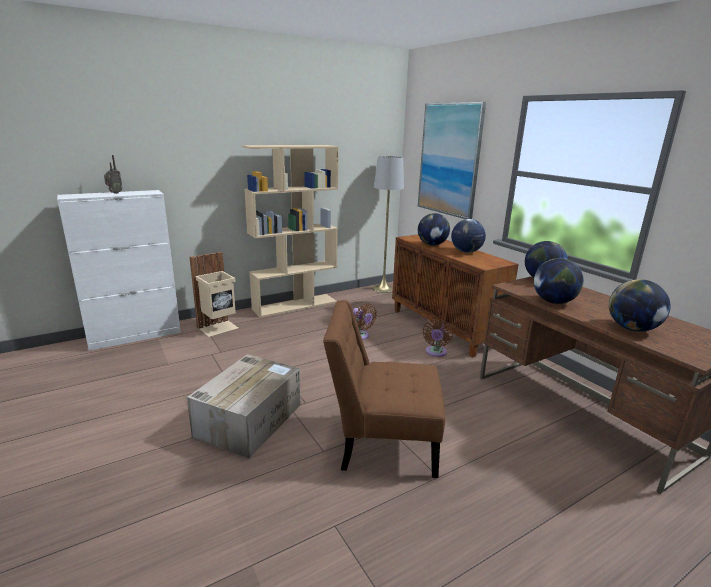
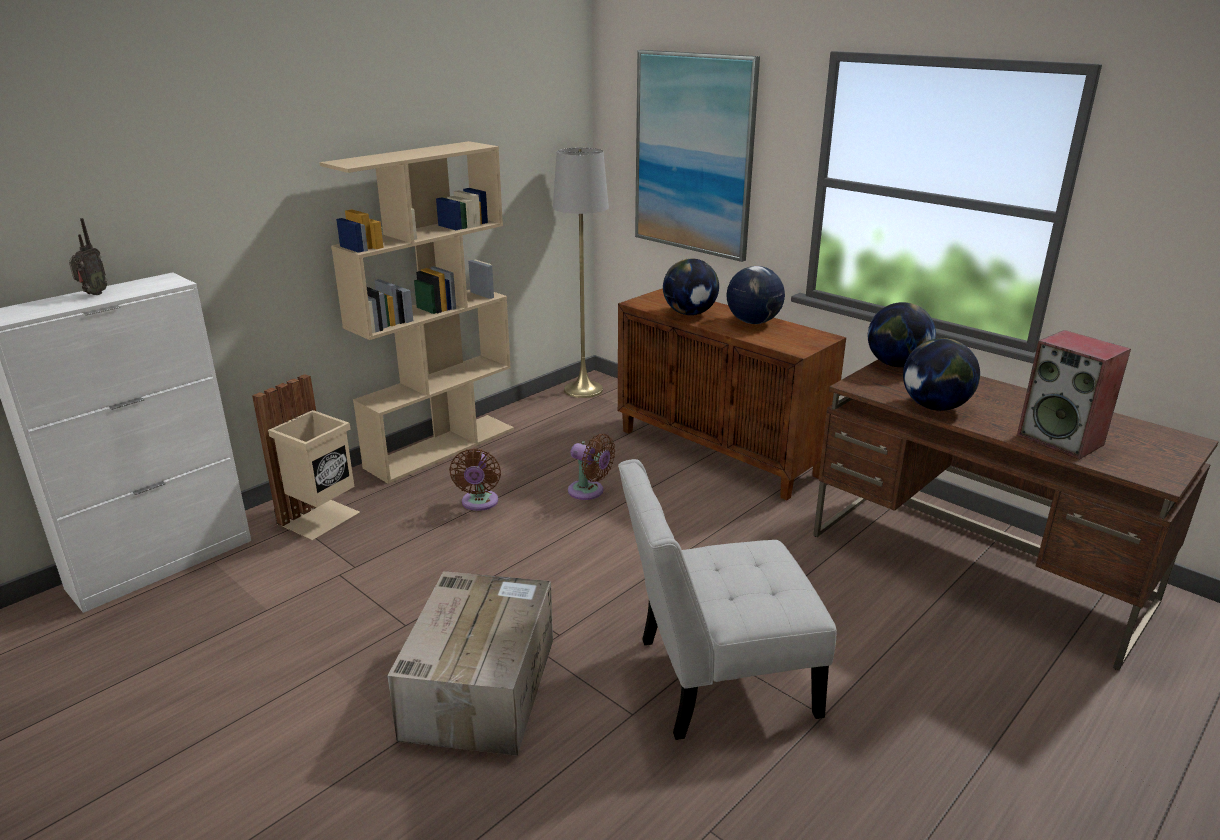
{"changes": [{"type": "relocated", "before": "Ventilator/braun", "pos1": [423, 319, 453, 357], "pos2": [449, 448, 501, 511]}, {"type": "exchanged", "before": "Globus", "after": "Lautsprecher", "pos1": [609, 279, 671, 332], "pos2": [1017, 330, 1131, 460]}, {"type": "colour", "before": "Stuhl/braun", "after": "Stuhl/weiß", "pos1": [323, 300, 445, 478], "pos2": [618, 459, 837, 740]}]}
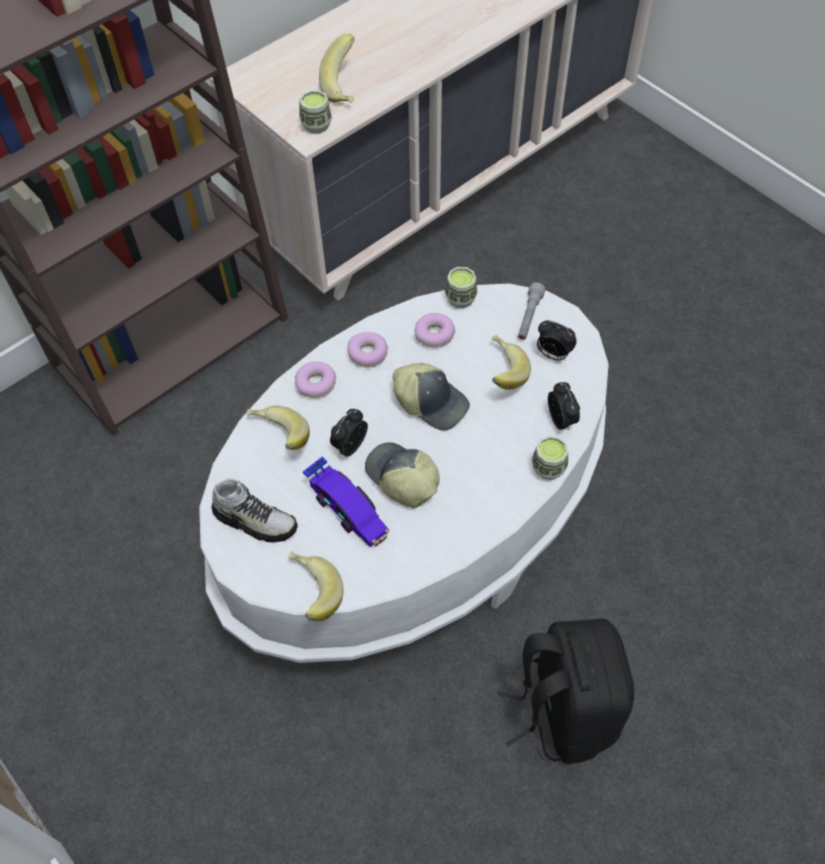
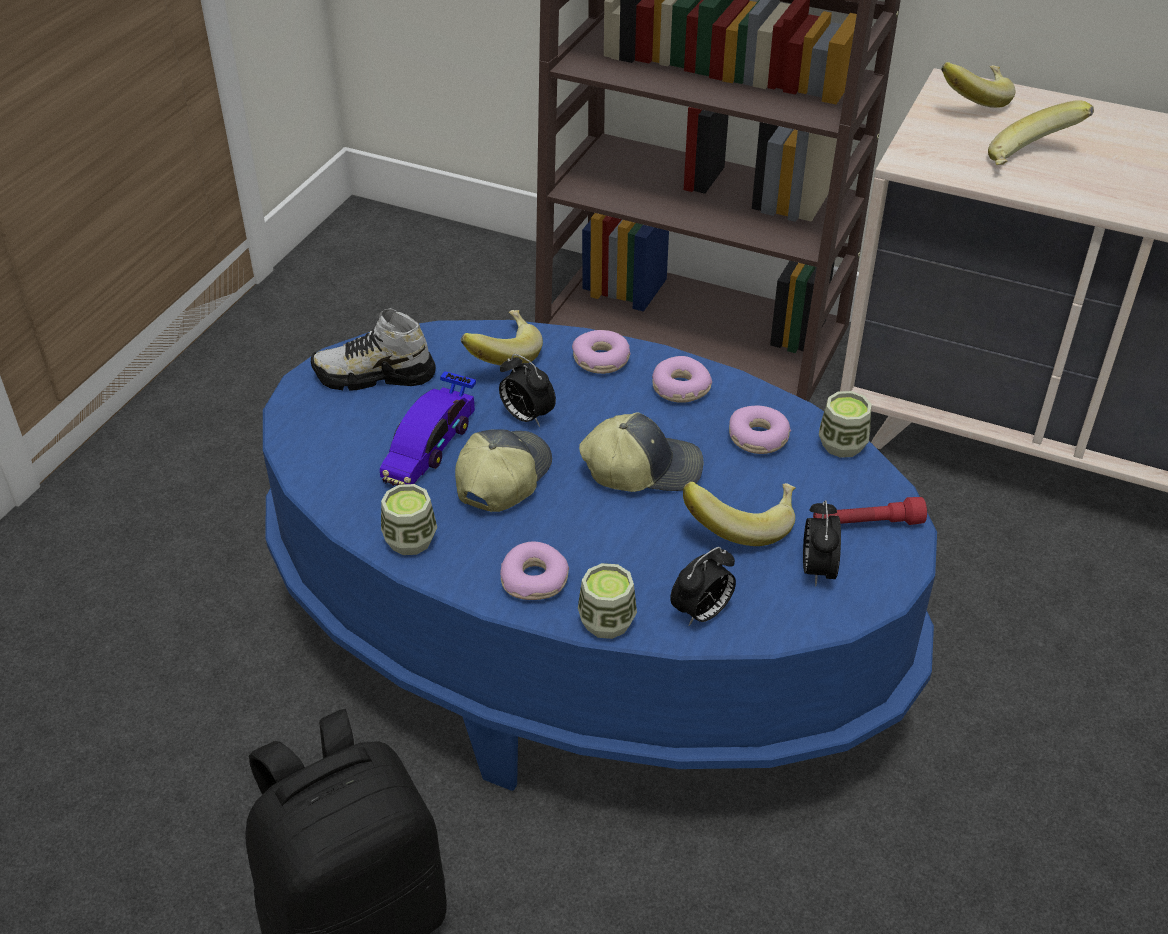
{"changes": [{"type": "appeared", "after": "Donut", "pos2": [500, 542, 569, 600]}, {"type": "relocated", "before": "Banane", "pos1": [288, 551, 344, 622], "pos2": [941, 62, 1015, 108]}, {"type": "relocated", "before": "Tasse", "pos1": [299, 90, 332, 134], "pos2": [381, 484, 437, 555]}, {"type": "colour", "before": "Couchtisch/weiß", "after": "Couchtisch/blau", "pos1": [199, 283, 609, 663], "pos2": [263, 320, 937, 791]}, {"type": "colour", "before": "Taschenlampe/grau", "after": "Taschenlampe/rot", "pos1": [518, 282, 545, 340], "pos2": [813, 497, 927, 525]}, {"type": "spun", "before": "Schuh", "pos1": [211, 478, 298, 542], "pos2": [311, 308, 436, 391], "turn": 90}, {"type": "spun", "before": "Wecker", "pos1": [330, 409, 368, 457], "pos2": [499, 354, 556, 427], "turn": -150}, {"type": "spun", "before": "Kappe", "pos1": [392, 363, 470, 430], "pos2": [579, 412, 703, 492], "turn": -105}]}
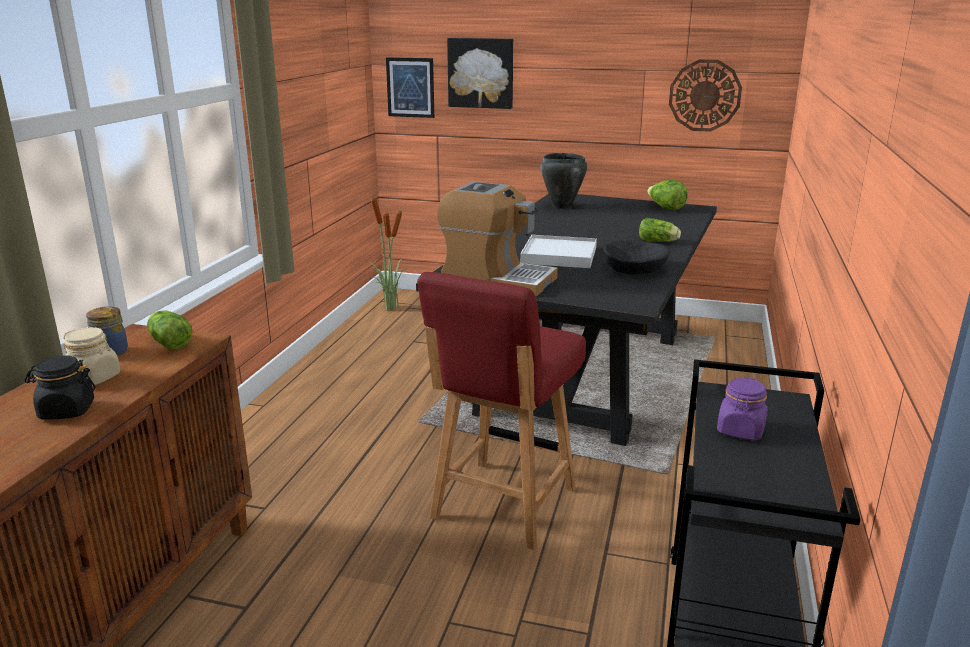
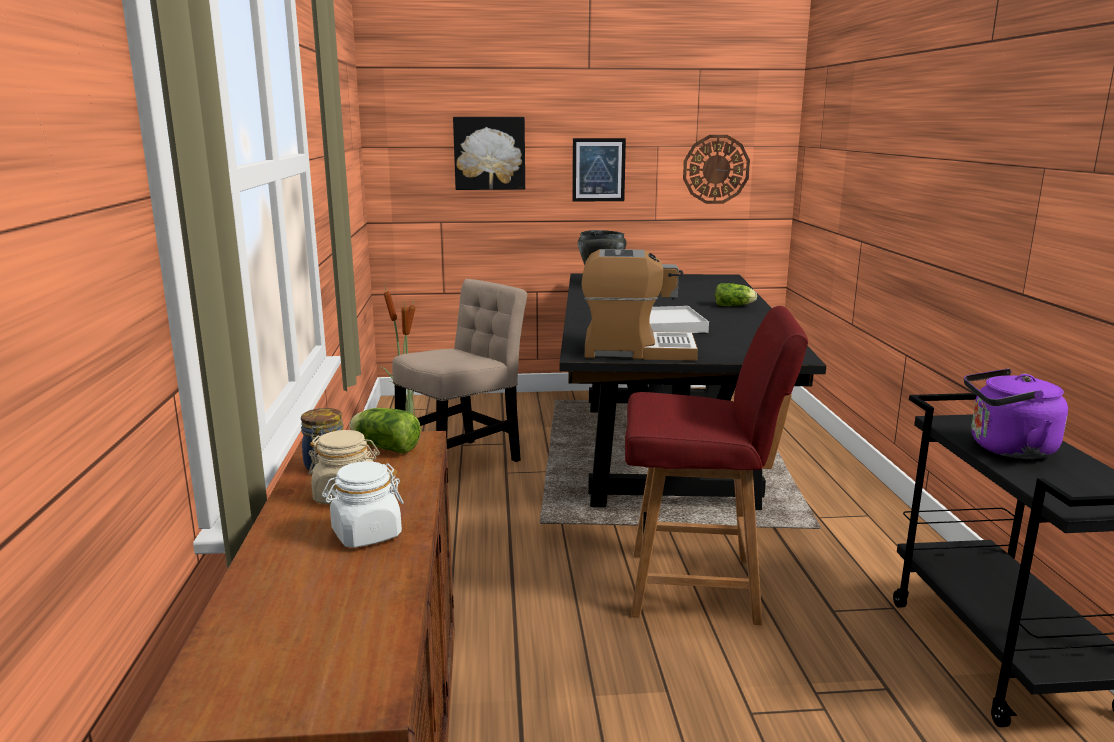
{"changes": [{"type": "missing", "before": "Schüssel/schwarz", "pos1": [603, 240, 670, 274]}, {"type": "missing", "before": "Salatkopf", "pos1": [647, 180, 688, 210]}, {"type": "appeared", "after": "Stuhl/beige", "pos2": [392, 279, 527, 462]}, {"type": "relocated", "before": "Bild", "pos1": [386, 57, 434, 118], "pos2": [572, 138, 626, 202]}, {"type": "exchanged", "before": "Vorratsglas/lila", "after": "Wasserkessel/lila", "pos1": [717, 377, 768, 441], "pos2": [964, 369, 1068, 459]}, {"type": "colour", "before": "Vorratsglas/schwarz", "after": "Vorratsglas/weiß", "pos1": [25, 355, 95, 420], "pos2": [322, 461, 404, 548]}, {"type": "spun", "before": "Stuhl/rot", "pos1": [417, 272, 586, 550], "pos2": [625, 306, 808, 625], "turn": -90}]}
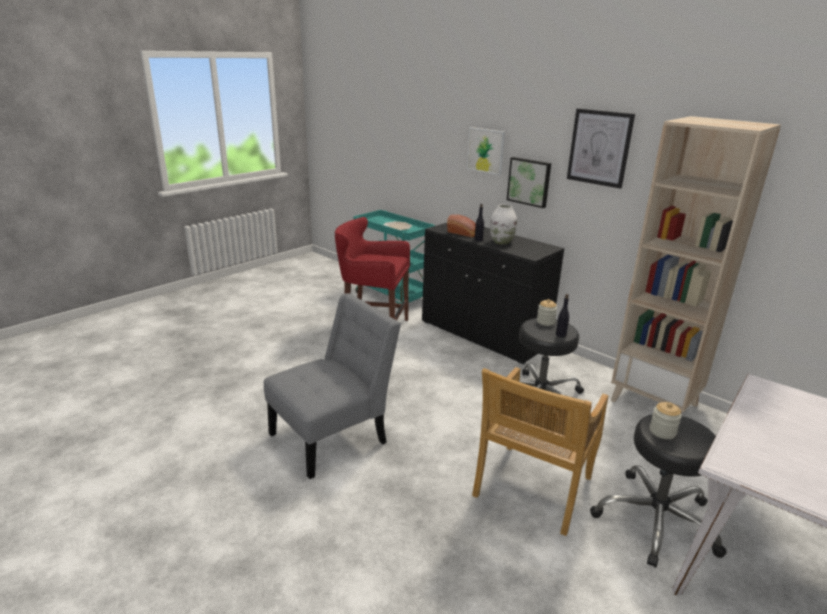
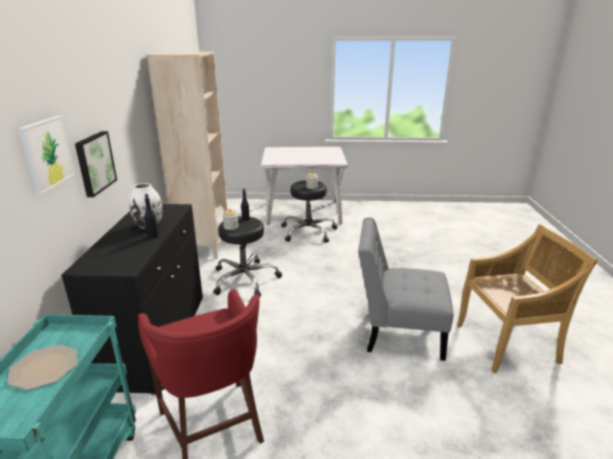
{"changes": [{"type": "missing", "before": "Brot", "pos1": [447, 214, 476, 238]}, {"type": "missing", "before": "Bild", "pos1": [567, 108, 635, 189]}, {"type": "relocated", "before": "Stuhl/beige", "pos1": [472, 367, 608, 536], "pos2": [457, 224, 598, 373]}]}
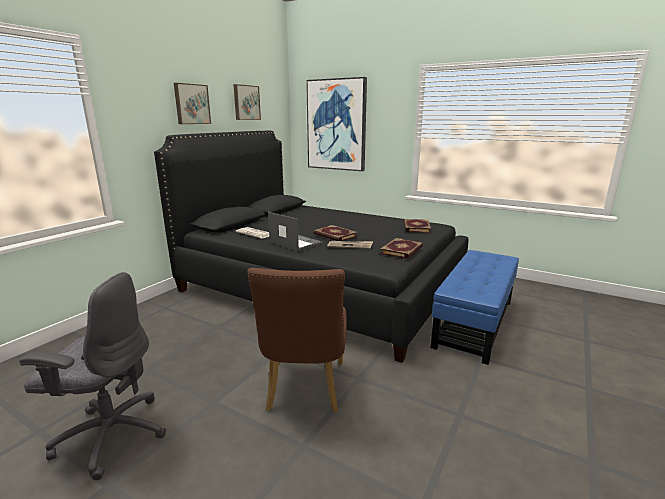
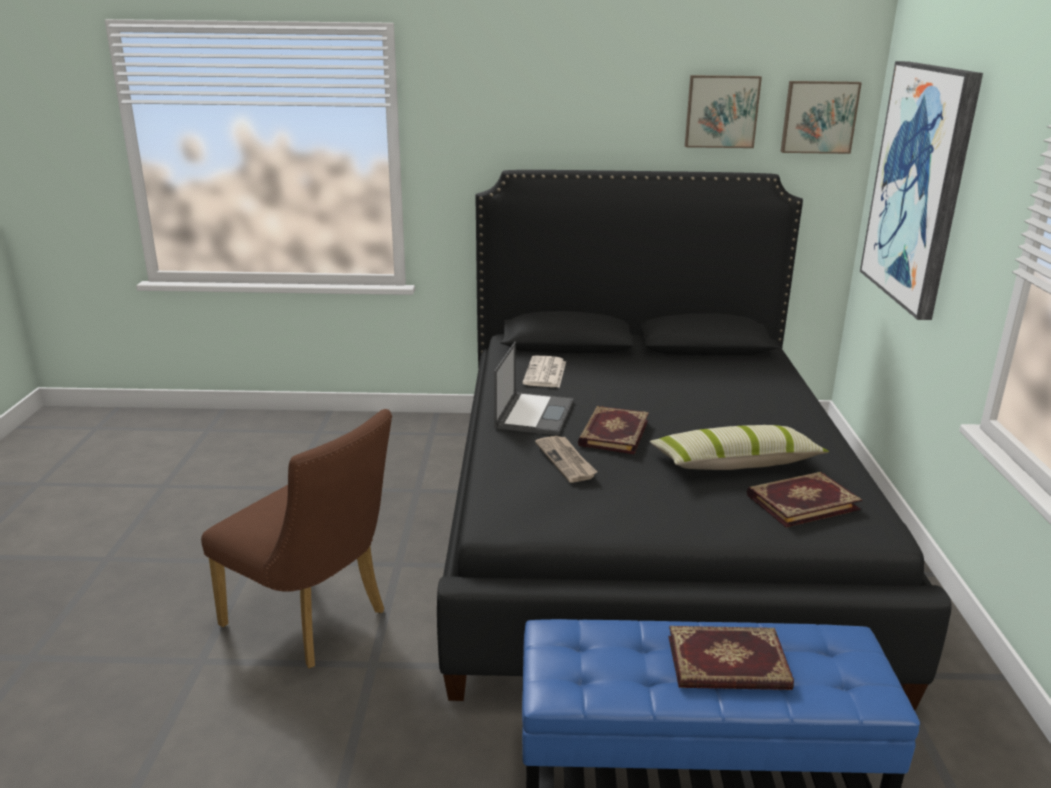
{"changes": [{"type": "missing", "before": "Bürostuhl/grau", "pos1": [19, 272, 166, 480]}, {"type": "appeared", "after": "Kissen", "pos2": [650, 425, 829, 470]}, {"type": "relocated", "before": "Bild", "pos1": [174, 83, 211, 124], "pos2": [781, 81, 862, 154]}, {"type": "relocated", "before": "Buch", "pos1": [380, 238, 423, 259], "pos2": [668, 626, 794, 690]}, {"type": "spun", "before": "Stuhl/braun", "pos1": [247, 268, 347, 413], "pos2": [201, 409, 392, 668], "turn": -120}]}
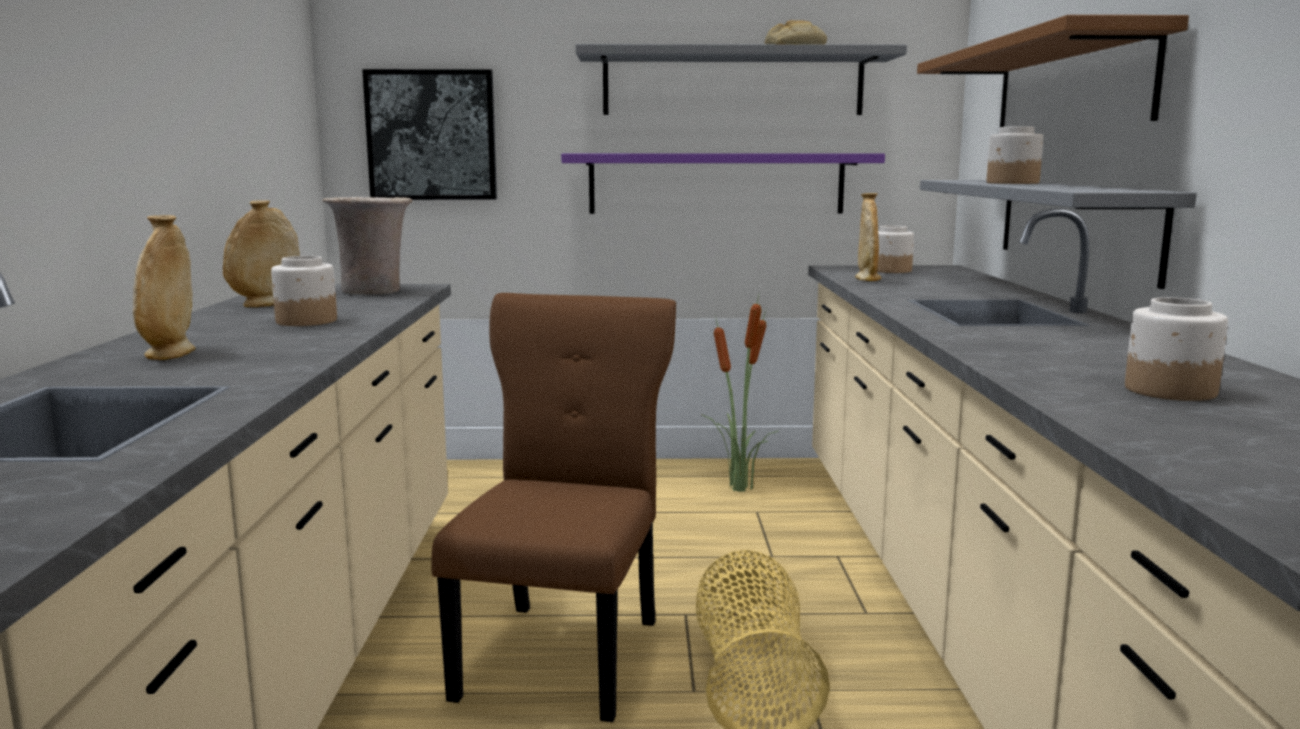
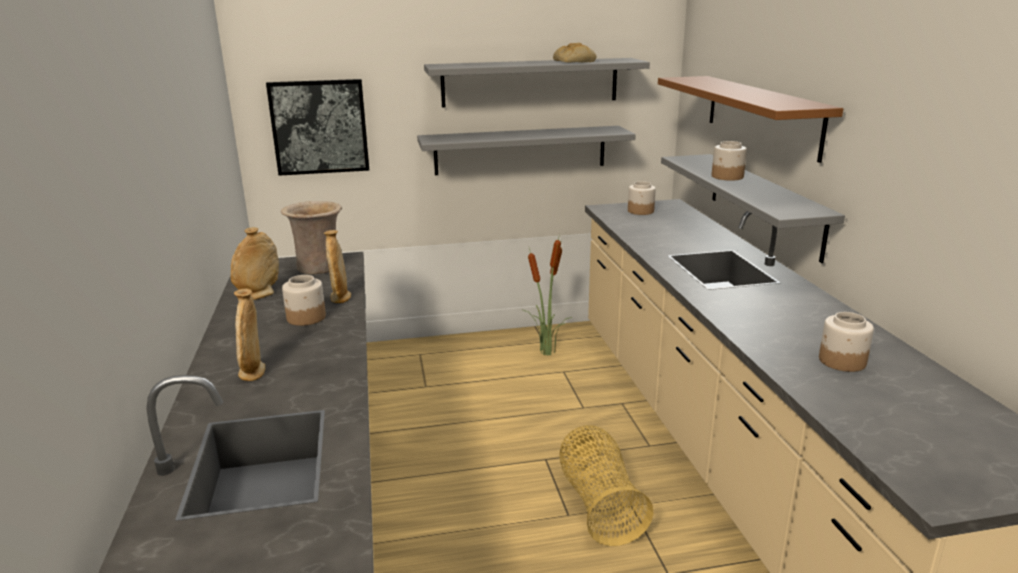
{"changes": [{"type": "missing", "before": "Stuhl/braun", "pos1": [431, 293, 676, 722]}, {"type": "relocated", "before": "Vase/beige", "pos1": [855, 193, 881, 281], "pos2": [324, 230, 351, 303]}, {"type": "colour", "before": "Wandregal/lila", "after": "Wandregal/grau", "pos1": [561, 154, 885, 214], "pos2": [417, 126, 636, 175]}]}
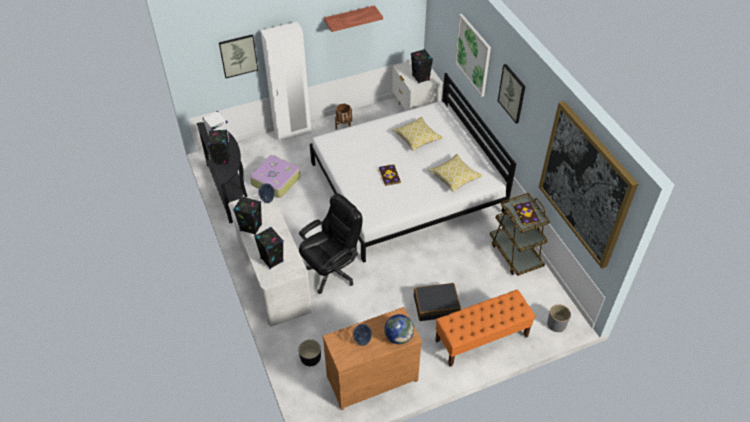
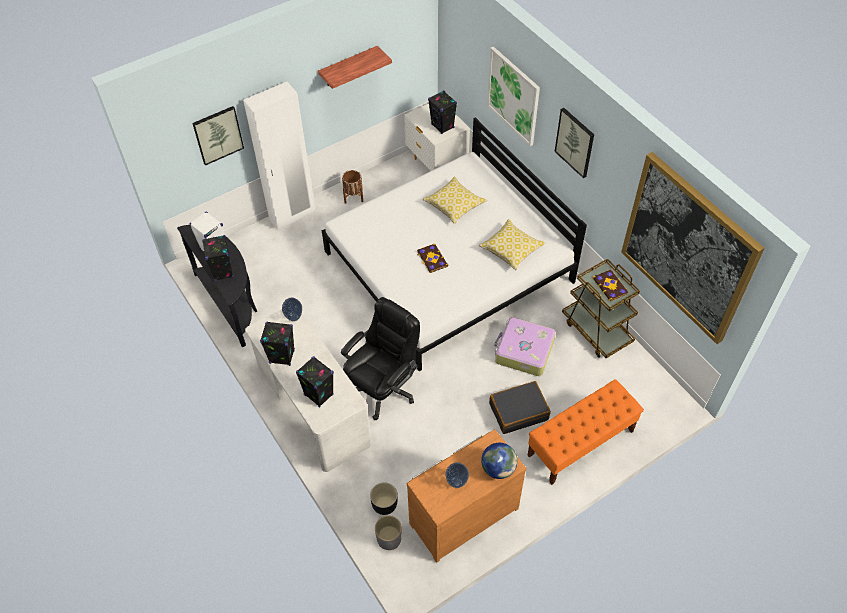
{"changes": [{"type": "relocated", "before": "Koffer", "pos1": [250, 155, 301, 198], "pos2": [494, 317, 556, 376]}, {"type": "relocated", "before": "Pflanzkübel/grau", "pos1": [547, 304, 571, 332], "pos2": [375, 516, 402, 550]}]}
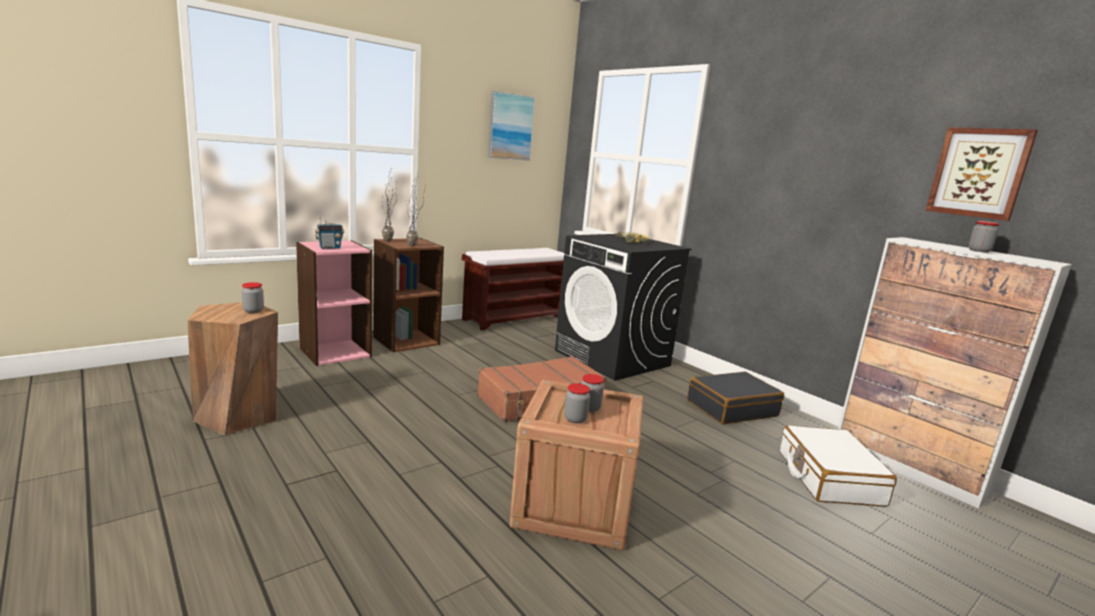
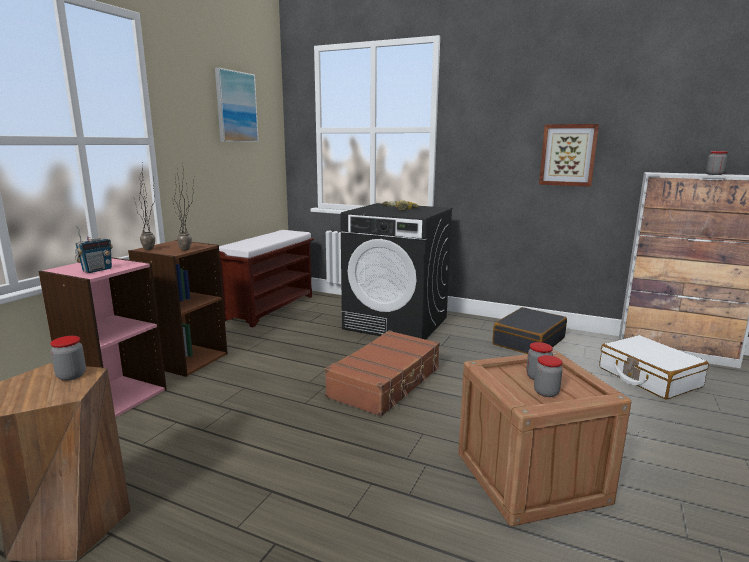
{"changes": [{"type": "relocated", "before": "Bild", "pos1": [926, 127, 1038, 221], "pos2": [539, 124, 599, 187]}]}
